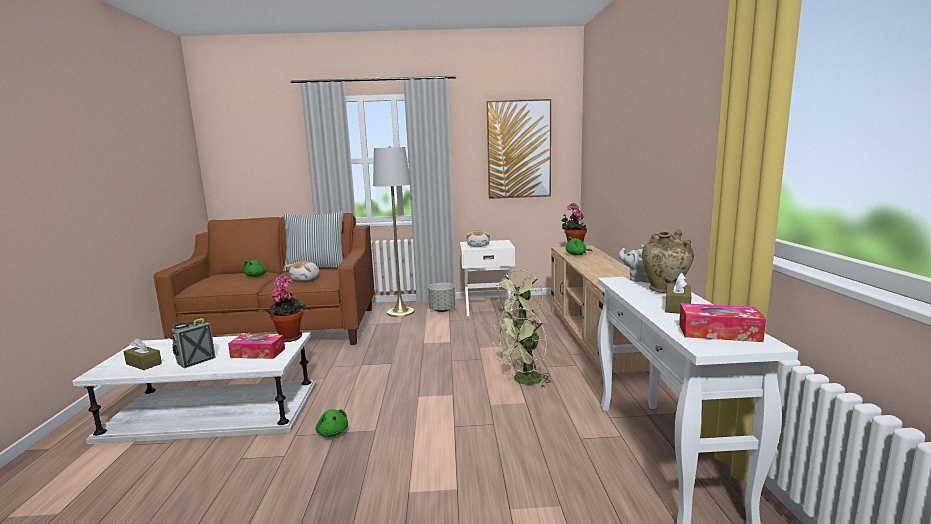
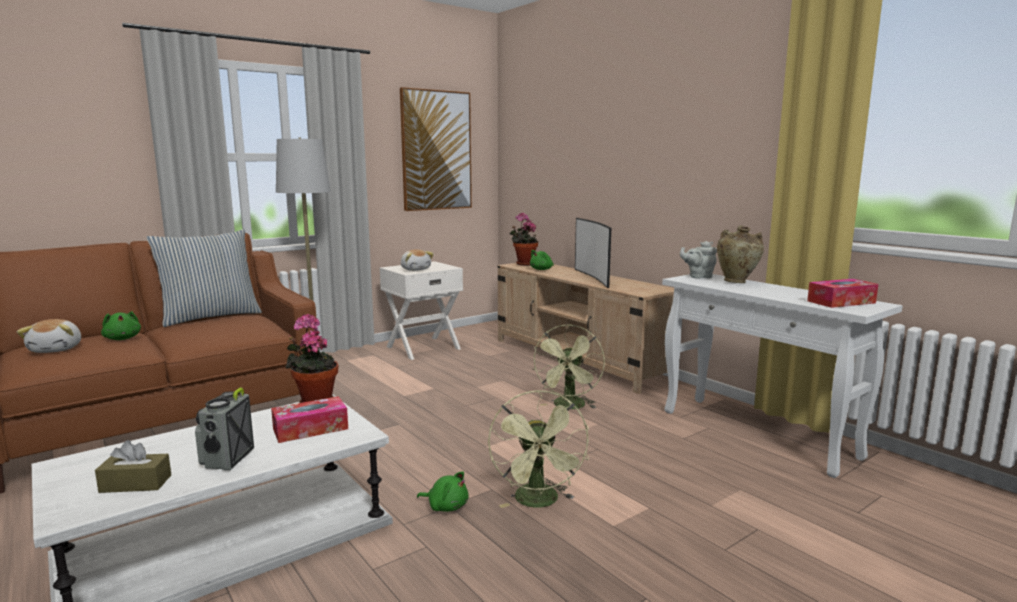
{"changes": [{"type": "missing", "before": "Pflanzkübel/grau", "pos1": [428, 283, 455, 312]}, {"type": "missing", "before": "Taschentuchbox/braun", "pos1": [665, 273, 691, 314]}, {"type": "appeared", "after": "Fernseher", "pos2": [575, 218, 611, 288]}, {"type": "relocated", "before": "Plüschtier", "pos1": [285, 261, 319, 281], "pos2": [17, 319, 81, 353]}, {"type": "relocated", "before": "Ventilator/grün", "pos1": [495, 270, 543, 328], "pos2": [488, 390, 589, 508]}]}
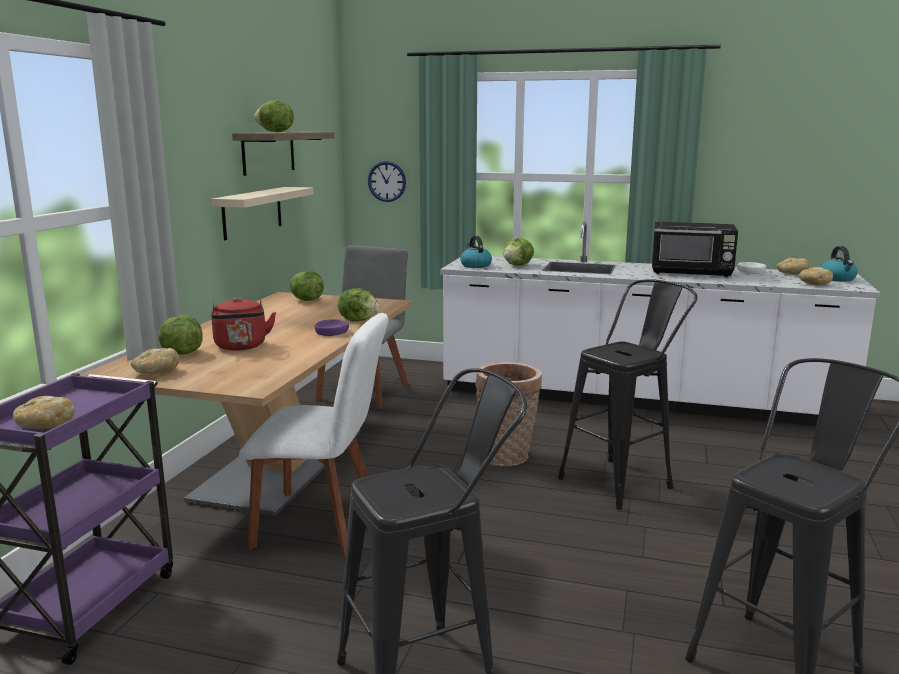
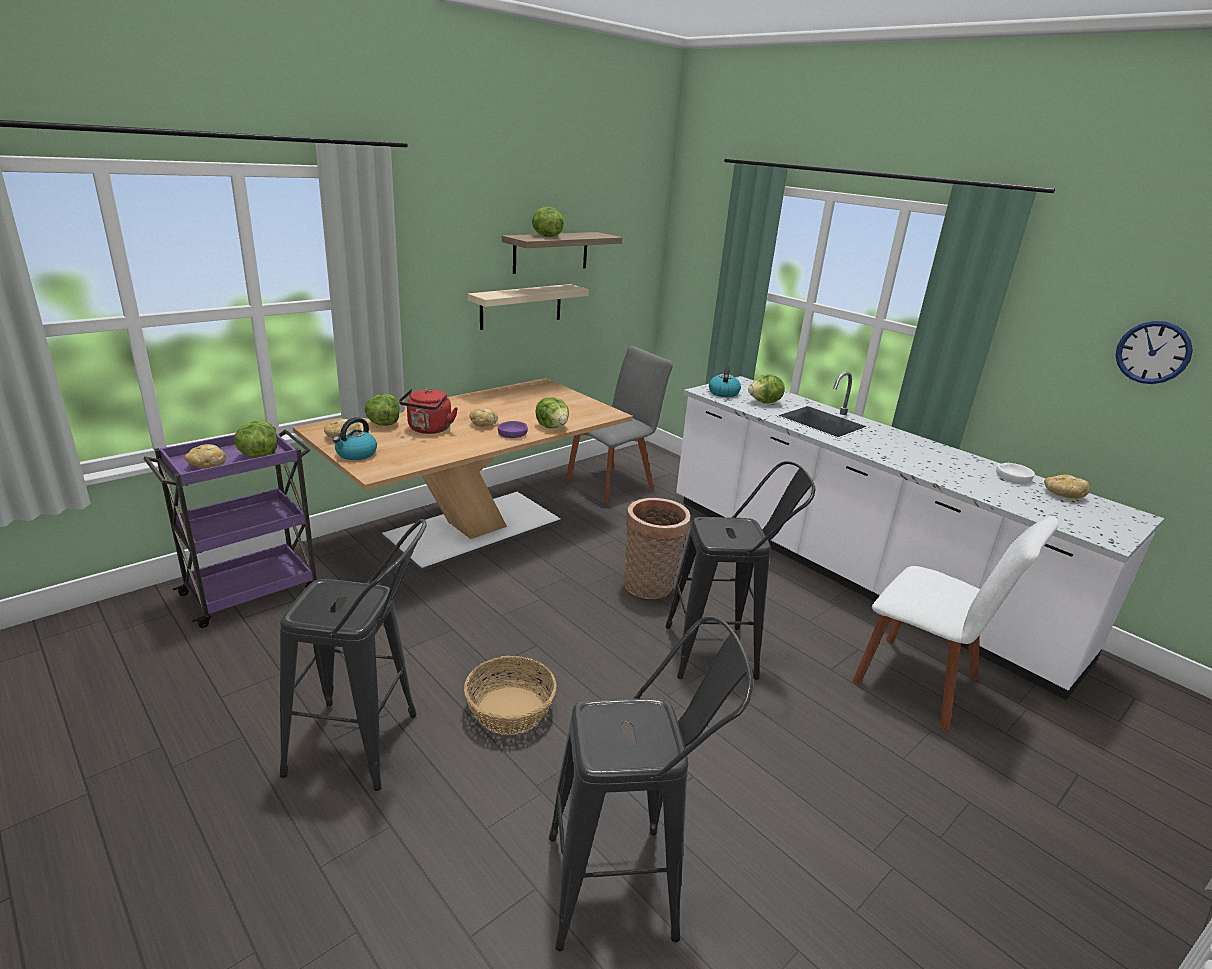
{"changes": [{"type": "missing", "before": "Mikrowelle/schwarz", "pos1": [652, 222, 738, 277]}, {"type": "appeared", "after": "Korb", "pos2": [464, 656, 557, 735]}, {"type": "relocated", "before": "Stuhl/weiß", "pos1": [239, 313, 388, 559], "pos2": [853, 516, 1059, 731]}, {"type": "relocated", "before": "Salatkopf", "pos1": [290, 271, 324, 301], "pos2": [234, 421, 277, 458]}, {"type": "relocated", "before": "Wanduhr", "pos1": [368, 161, 406, 202], "pos2": [1115, 321, 1193, 384]}, {"type": "relocated", "before": "Brot", "pos1": [799, 267, 833, 285], "pos2": [469, 407, 498, 427]}, {"type": "relocated", "before": "Wasserkessel", "pos1": [820, 246, 858, 282], "pos2": [333, 417, 377, 460]}]}
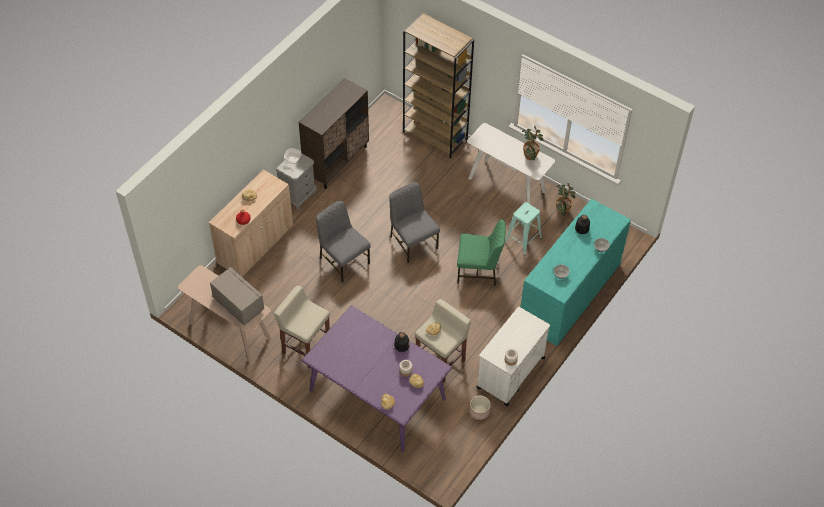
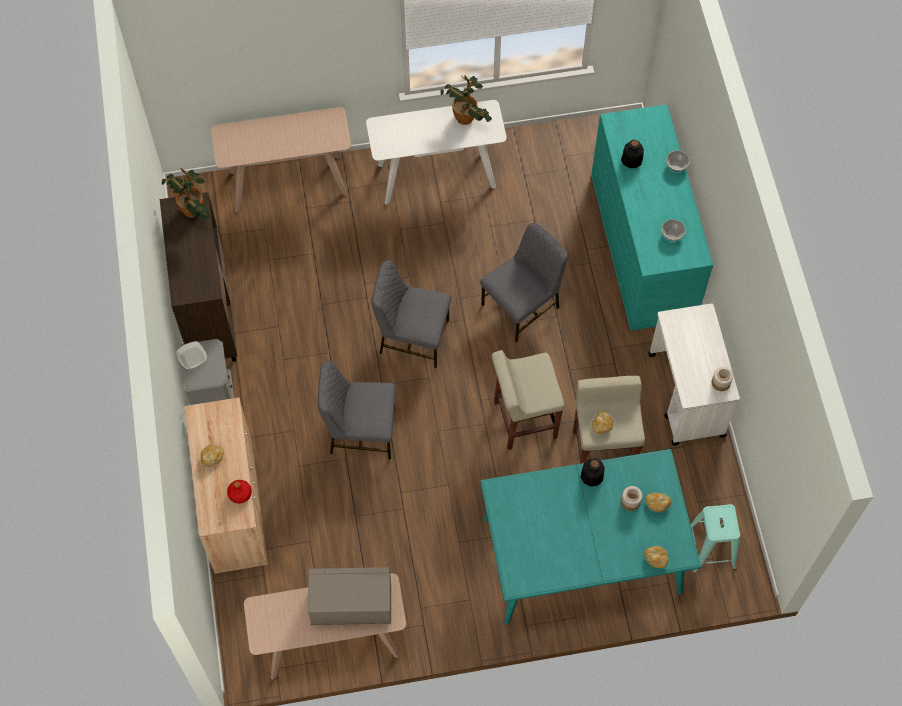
{"changes": [{"type": "missing", "before": "Pflanzkübel", "pos1": [470, 396, 490, 420]}, {"type": "relocated", "before": "Hocker/beige", "pos1": [274, 285, 330, 368], "pos2": [492, 350, 565, 450]}, {"type": "relocated", "before": "Hocker/türkis", "pos1": [505, 202, 542, 256], "pos2": [691, 504, 740, 574]}, {"type": "relocated", "before": "Topfpflanze", "pos1": [556, 183, 576, 216], "pos2": [162, 168, 211, 220]}, {"type": "exchanged", "before": "Bücherregal/braun", "after": "Konsolentisch/beige", "pos1": [403, 13, 474, 158], "pos2": [211, 107, 351, 212]}, {"type": "colour", "before": "Esstisch/lila", "after": "Esstisch/türkis", "pos1": [301, 305, 452, 452], "pos2": [480, 449, 701, 625]}, {"type": "colour", "before": "Stuhl/grün", "after": "Stuhl/grau", "pos1": [457, 219, 506, 286], "pos2": [480, 223, 568, 343]}]}
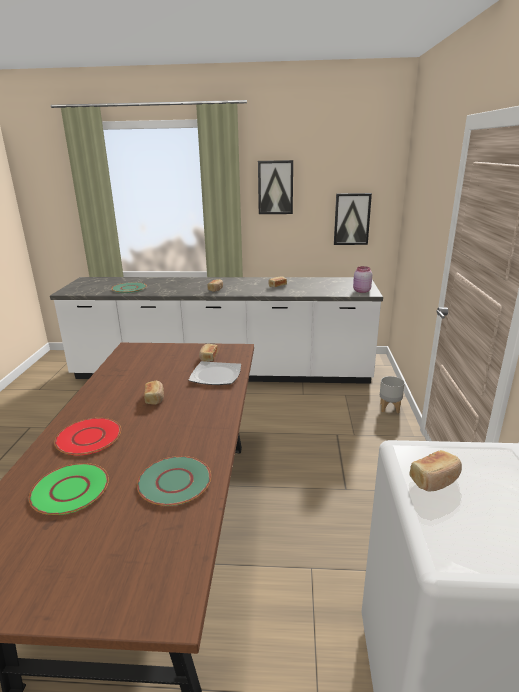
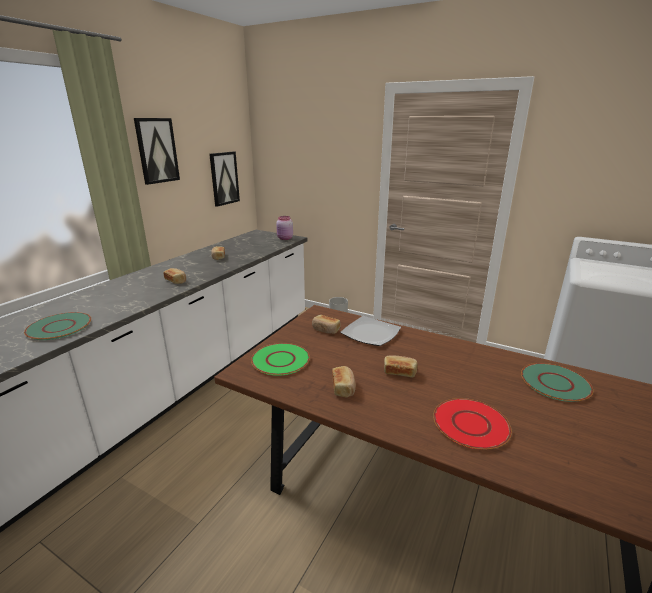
{"changes": [{"type": "relocated", "before": "Teller/grün", "pos1": [29, 463, 109, 515], "pos2": [251, 343, 310, 376]}, {"type": "relocated", "before": "Brot", "pos1": [409, 450, 462, 491], "pos2": [332, 366, 356, 398]}]}
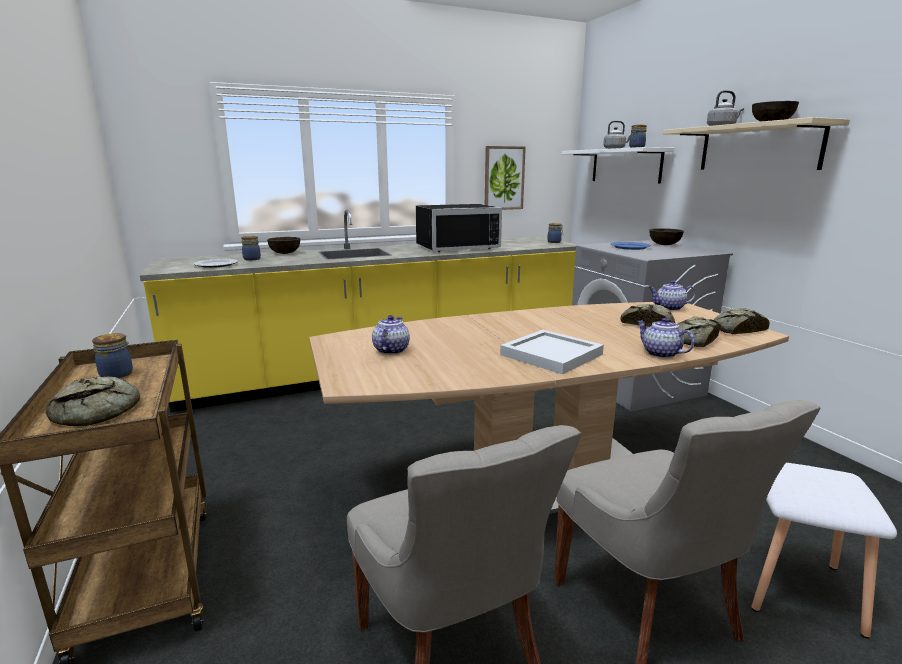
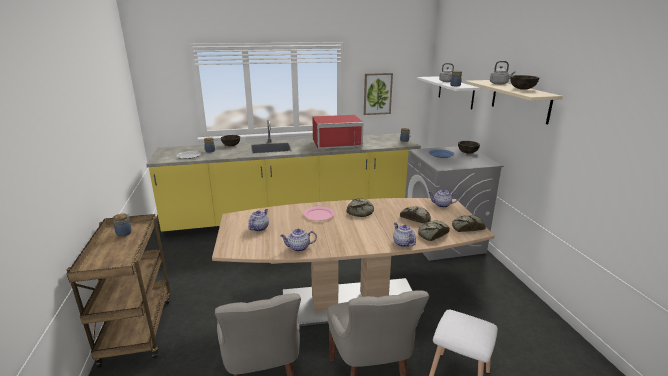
{"changes": [{"type": "missing", "before": "Tablett/weiß", "pos1": [500, 330, 604, 374]}, {"type": "appeared", "after": "Teekanne", "pos2": [280, 229, 317, 252]}, {"type": "appeared", "after": "Teller/rosa", "pos2": [303, 206, 335, 221]}, {"type": "relocated", "before": "Brot", "pos1": [46, 376, 140, 426], "pos2": [347, 198, 374, 217]}, {"type": "colour", "before": "Mikrowelle/schwarz", "after": "Mikrowelle/rot", "pos1": [416, 204, 502, 252], "pos2": [312, 115, 363, 149]}]}
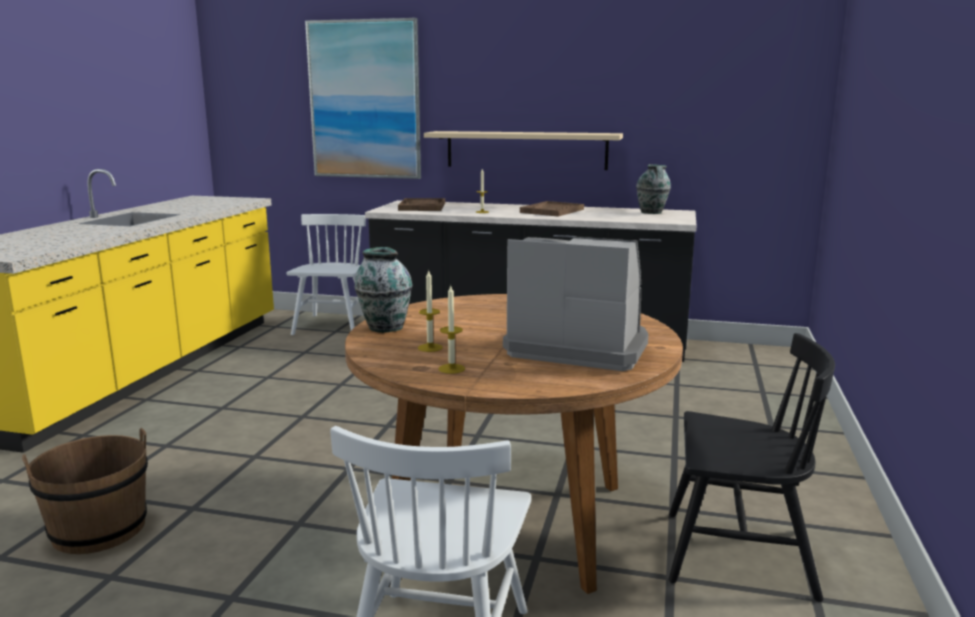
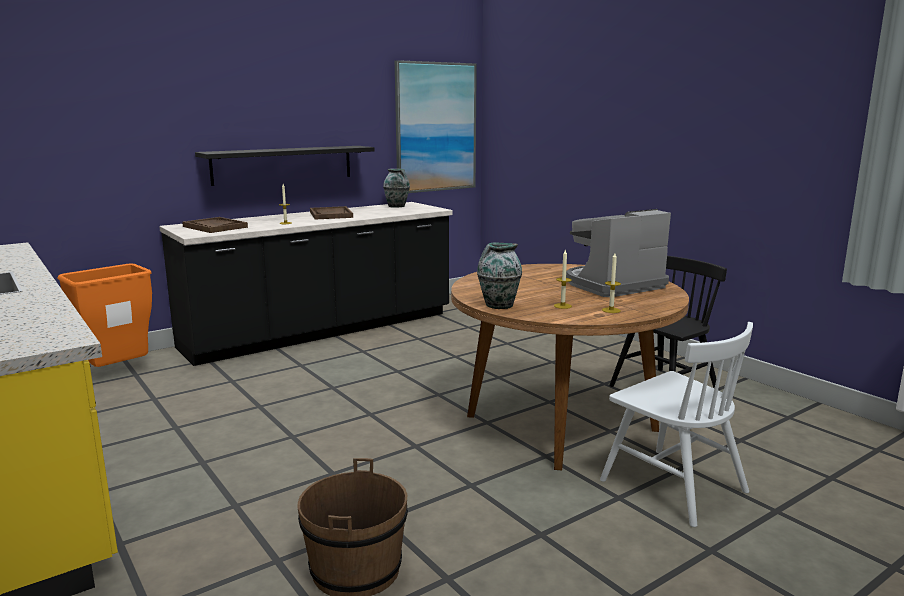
{"changes": [{"type": "relocated", "before": "Bild", "pos1": [305, 18, 421, 179], "pos2": [395, 60, 477, 193]}, {"type": "exchanged", "before": "Stuhl/weiß", "after": "Mülleimer/orange", "pos1": [287, 214, 366, 335], "pos2": [58, 263, 152, 367]}, {"type": "colour", "before": "Wandregal/beige", "after": "Wandregal/schwarz", "pos1": [424, 131, 623, 170], "pos2": [195, 146, 375, 186]}]}
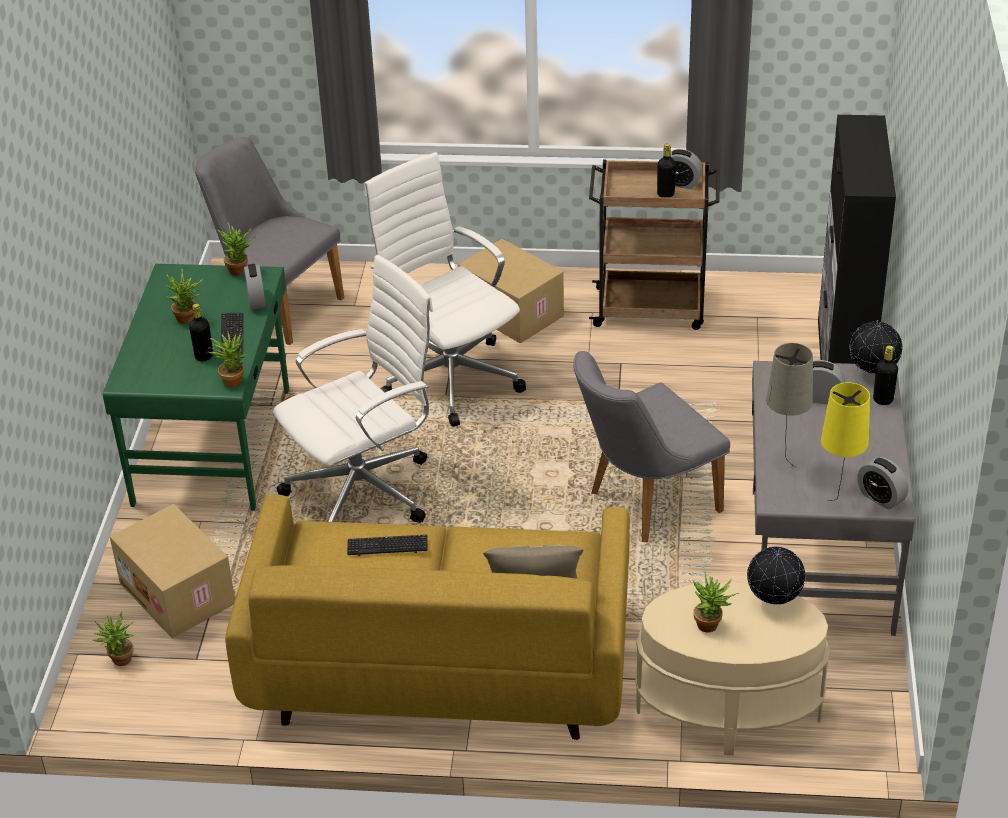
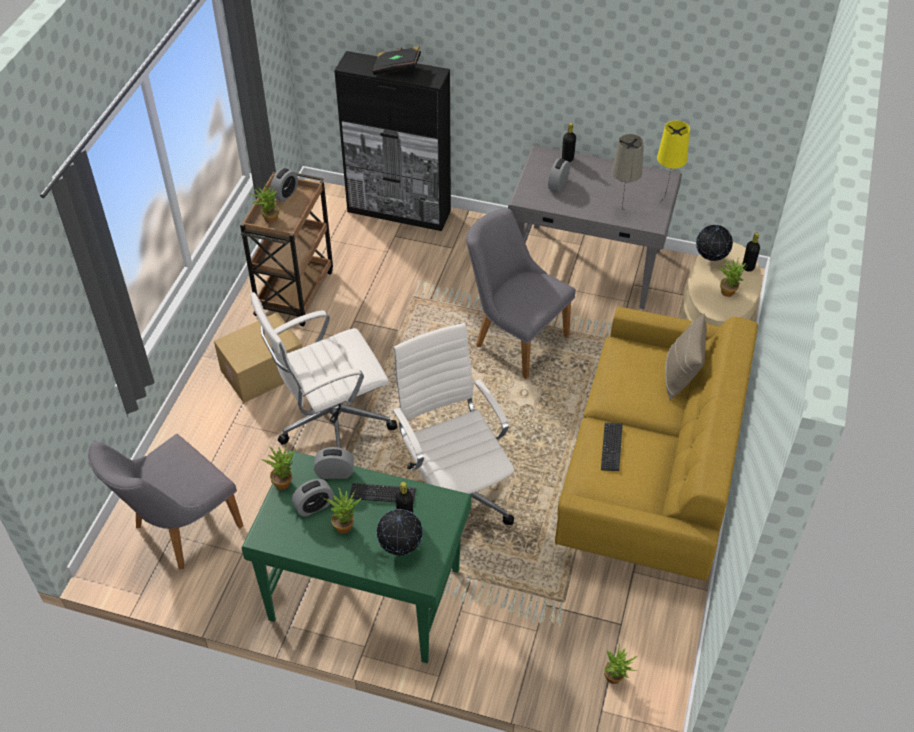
{"changes": [{"type": "missing", "before": "Karton", "pos1": [110, 504, 235, 638]}, {"type": "appeared", "after": "Buch/schwarz", "pos2": [372, 46, 421, 75]}, {"type": "relocated", "before": "Topfpflanze", "pos1": [208, 332, 246, 388], "pos2": [249, 182, 279, 223]}, {"type": "relocated", "before": "Flasche/schwarz", "pos1": [657, 143, 676, 197], "pos2": [742, 233, 760, 272]}, {"type": "relocated", "before": "Globus", "pos1": [849, 320, 902, 375], "pos2": [377, 509, 423, 555]}, {"type": "relocated", "before": "Wecker", "pos1": [858, 457, 908, 510], "pos2": [292, 479, 334, 517]}, {"type": "spun", "before": "Stuhl/grau", "pos1": [573, 351, 730, 543], "pos2": [466, 208, 576, 379], "turn": 150}]}
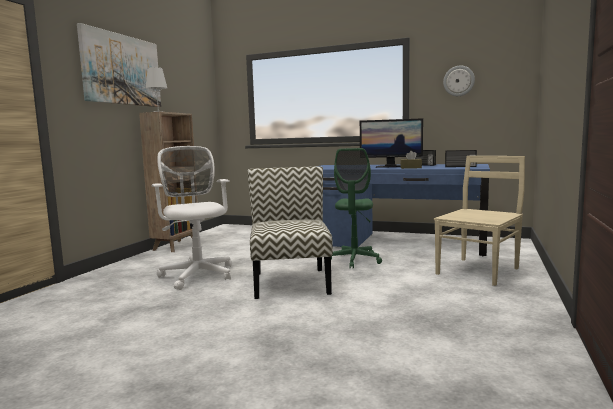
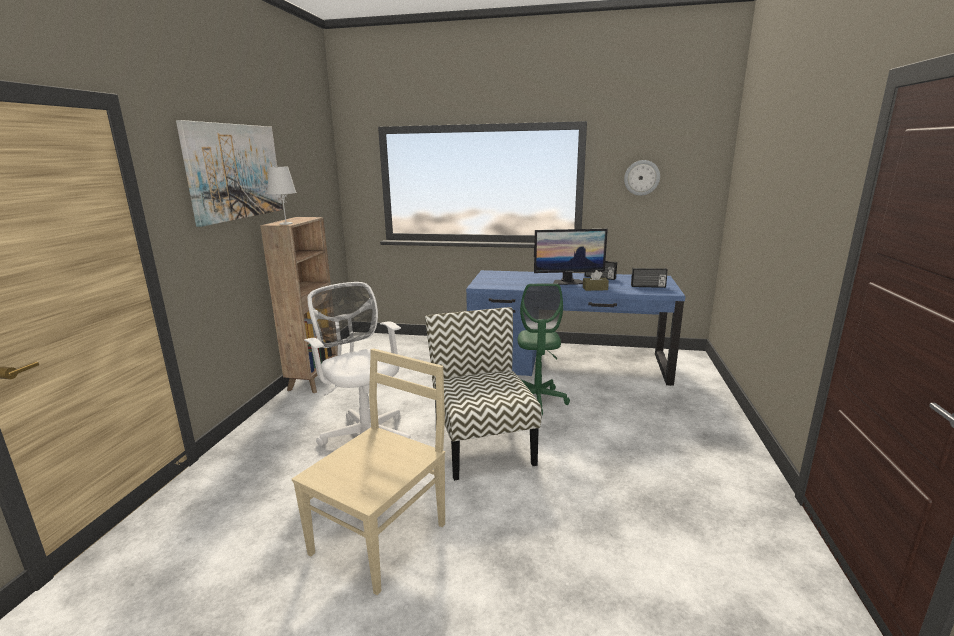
{"changes": [{"type": "relocated", "before": "Stuhl/beige", "pos1": [434, 156, 525, 286], "pos2": [292, 348, 445, 595]}]}
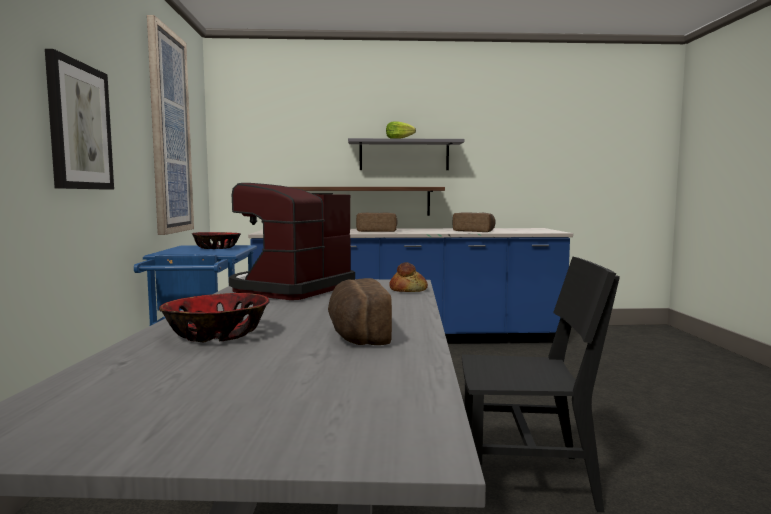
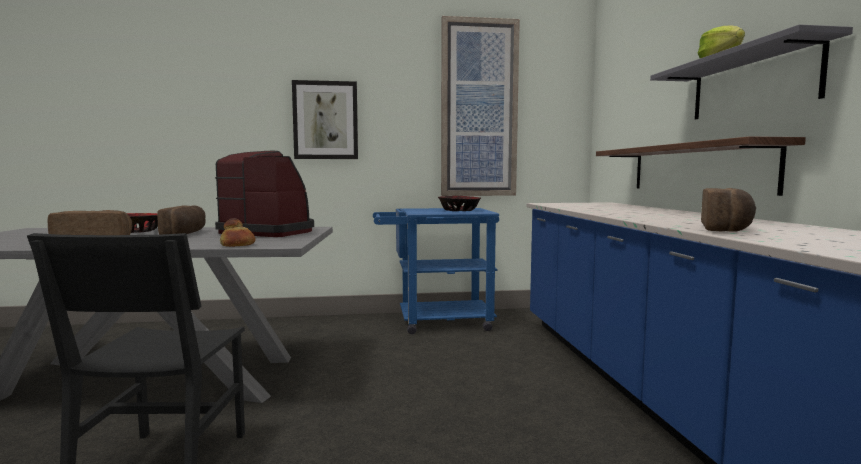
{"changes": [{"type": "relocated", "before": "Brot", "pos1": [356, 212, 397, 232], "pos2": [157, 205, 206, 235]}]}
